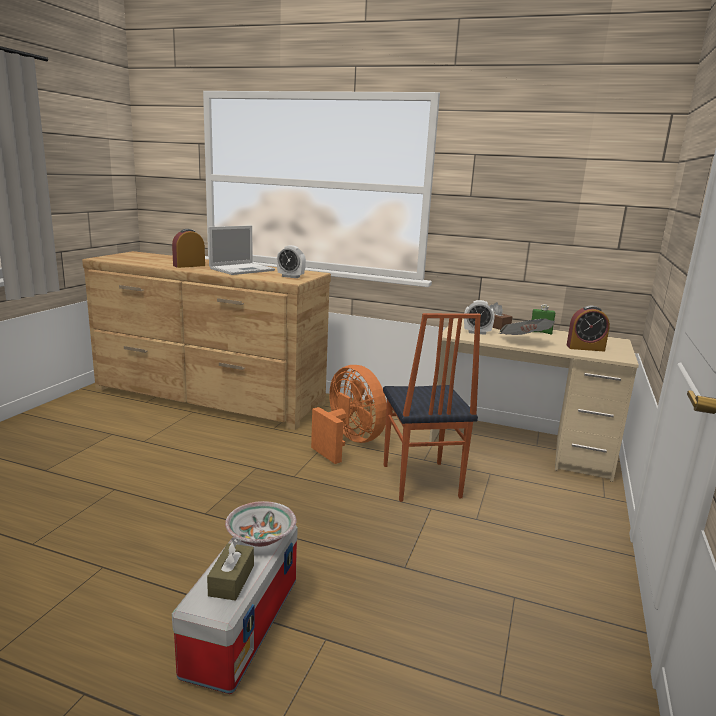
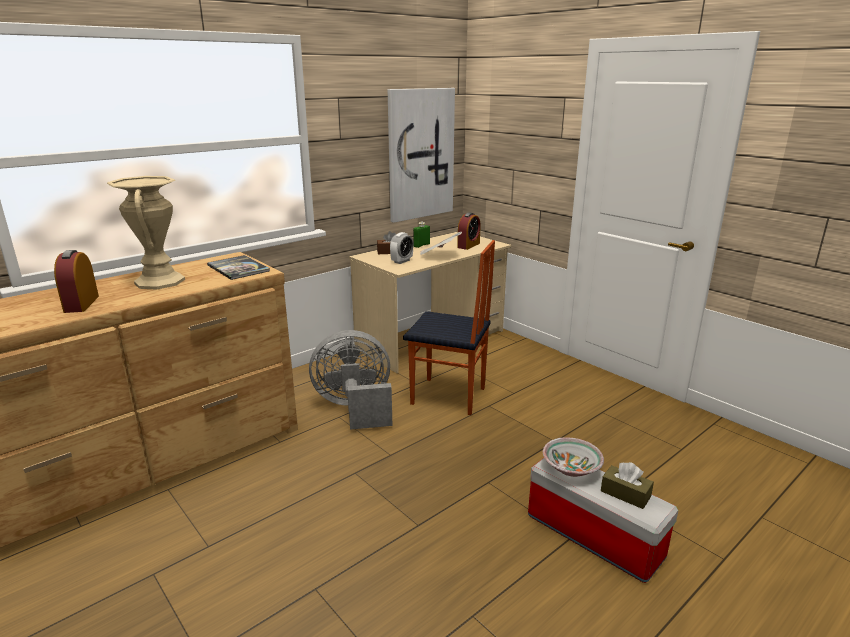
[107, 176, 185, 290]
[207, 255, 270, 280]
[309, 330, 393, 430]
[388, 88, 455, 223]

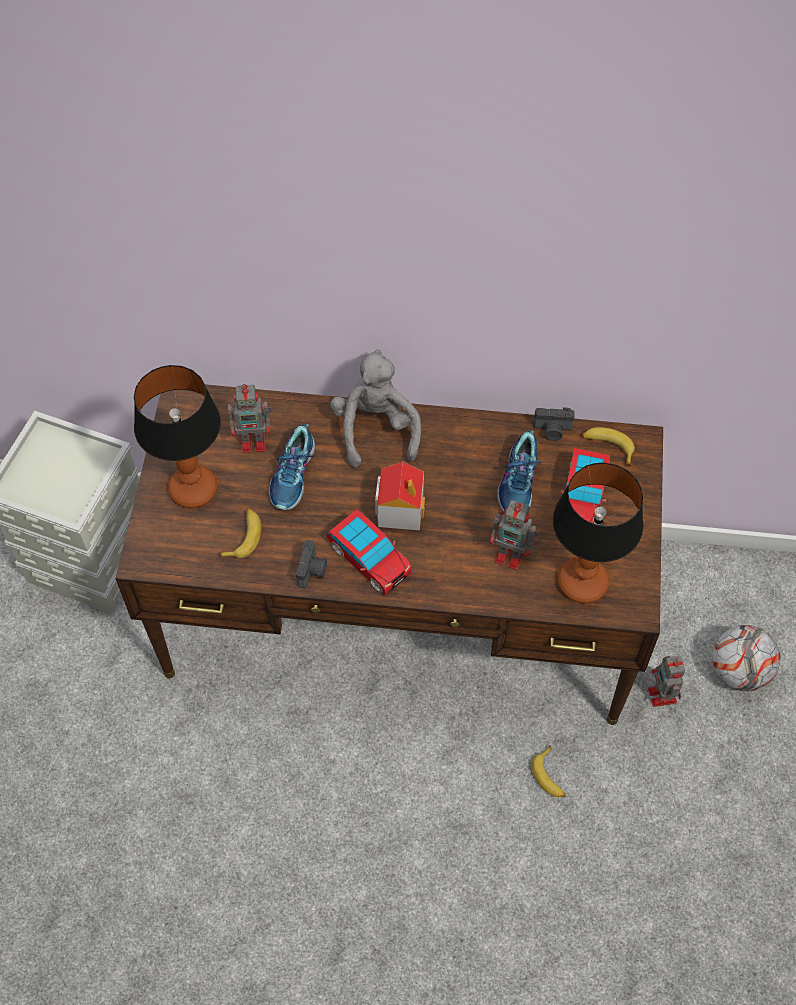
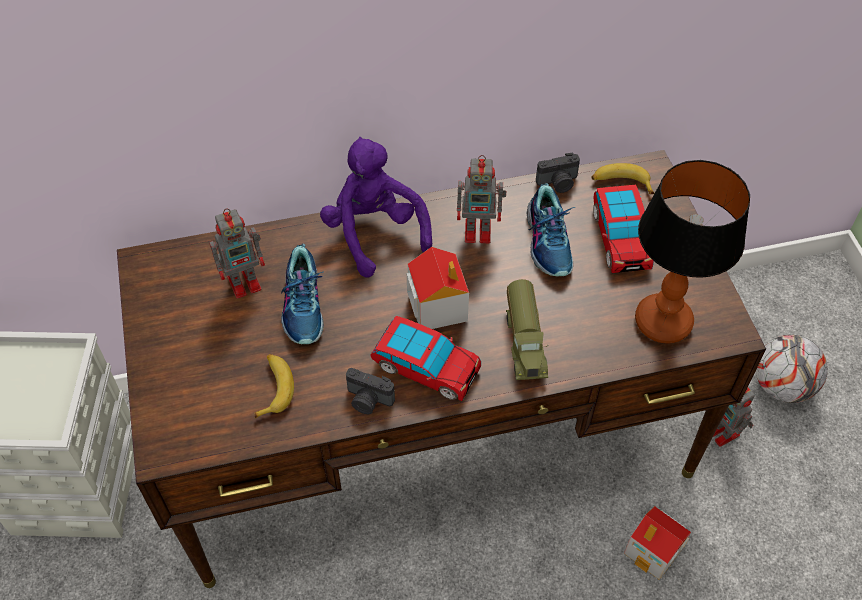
[320, 137, 432, 278]
[134, 365, 221, 509] (first image)
[457, 155, 507, 243]
[346, 368, 395, 414]
[624, 506, 691, 580]
[506, 279, 549, 380]

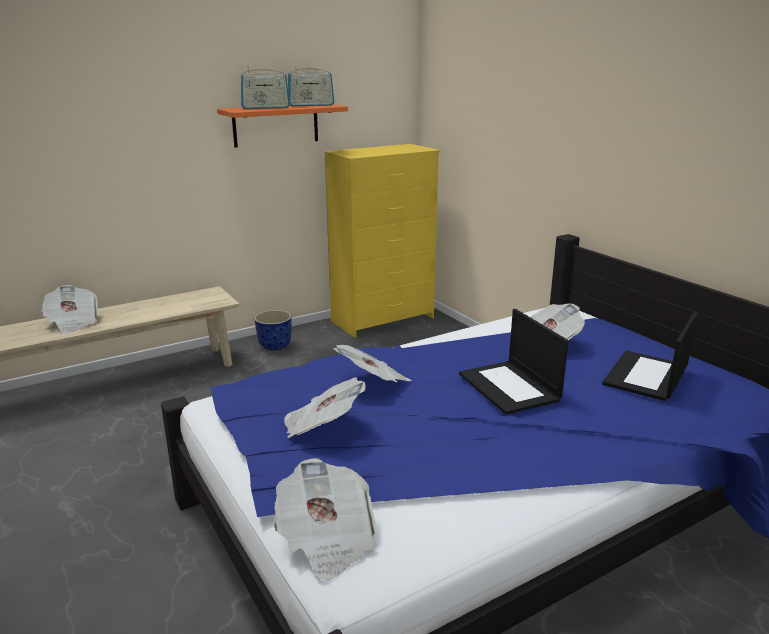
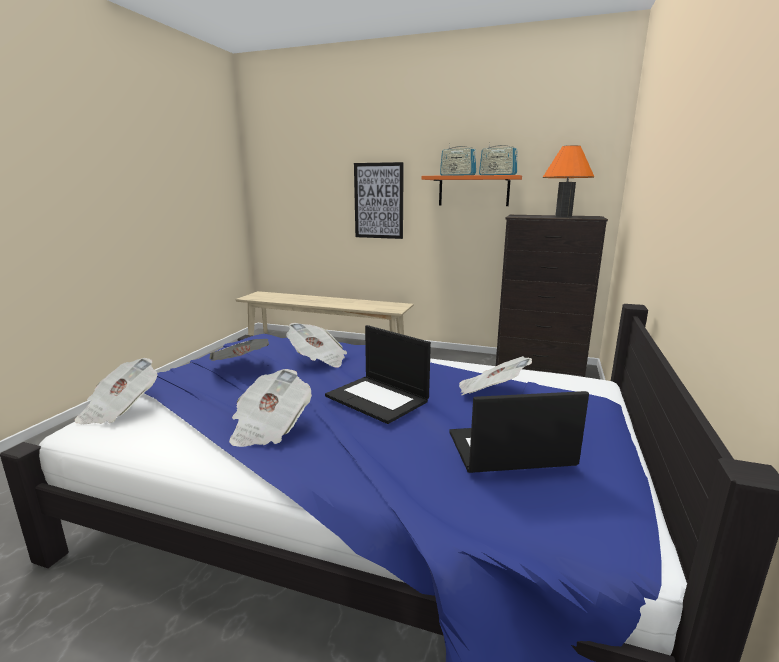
[496, 215, 608, 377]
[229, 369, 312, 447]
[325, 325, 431, 424]
[254, 310, 292, 351] (first image)
[543, 145, 594, 217]
[354, 162, 404, 239]

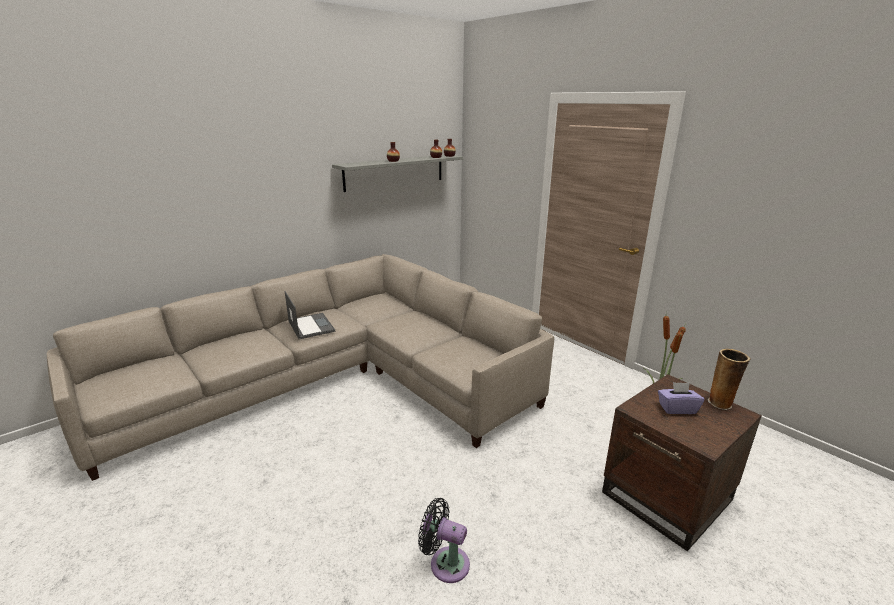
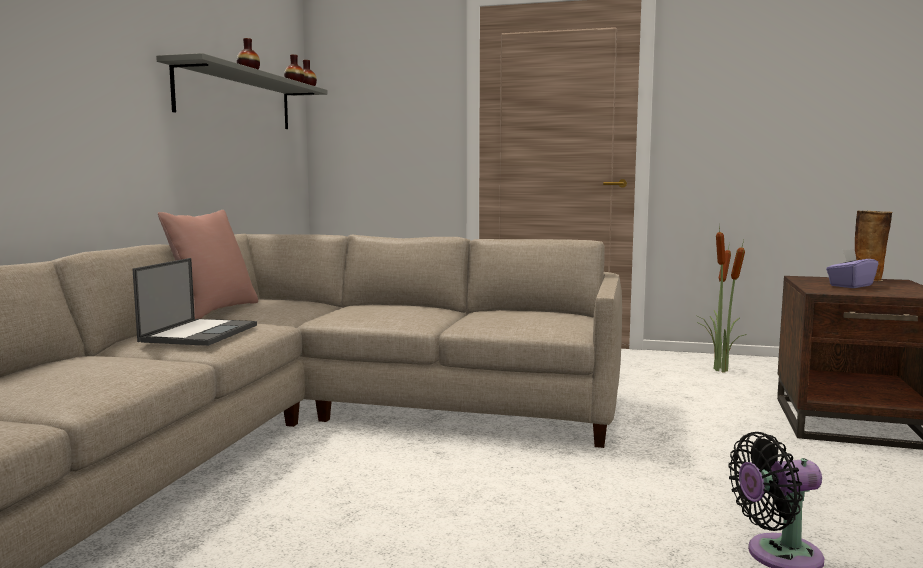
[132, 258, 257, 346]
[158, 210, 258, 319]

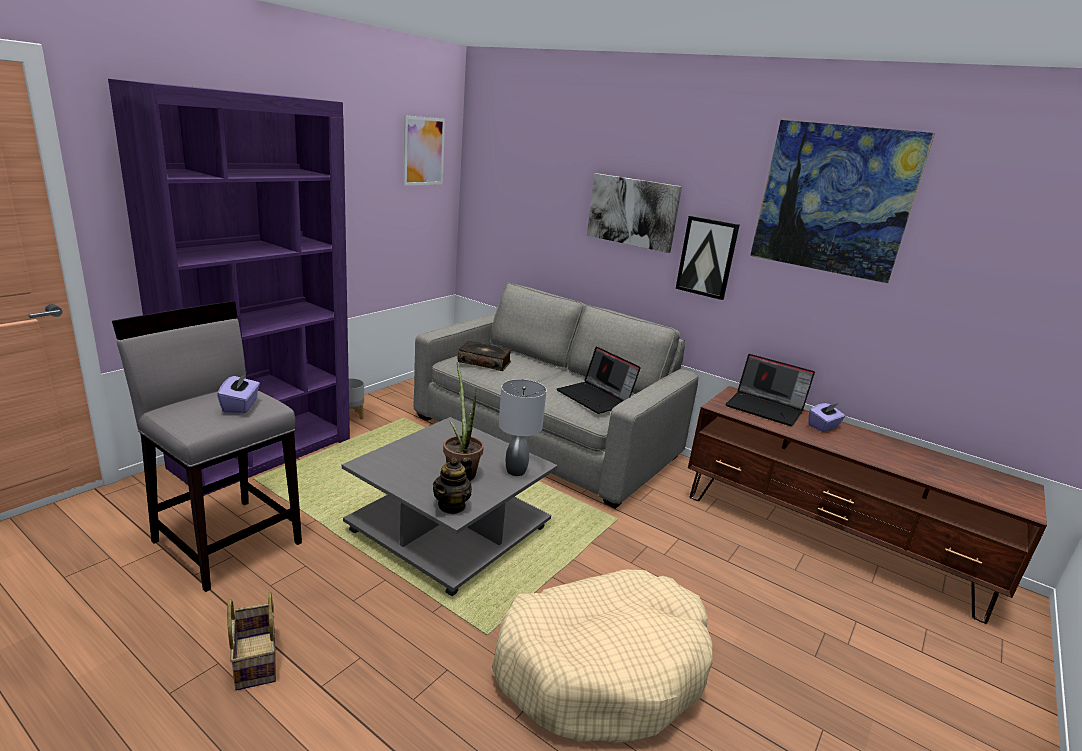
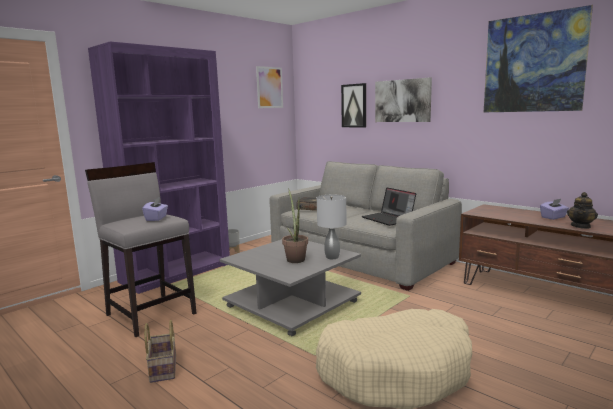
[341, 83, 366, 127]
[726, 354, 815, 426] (first image)
[567, 192, 598, 229]

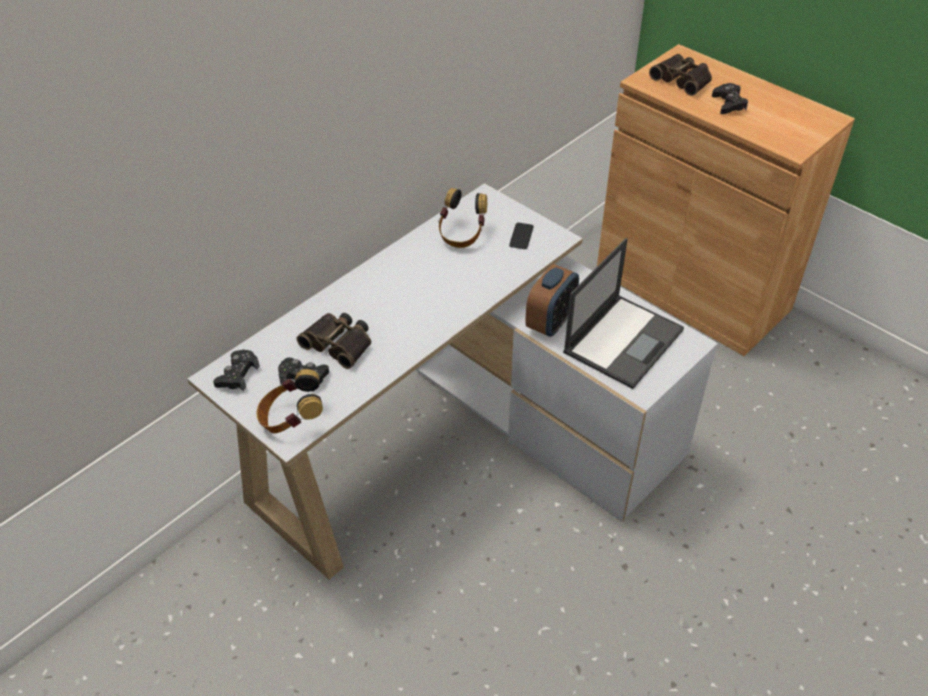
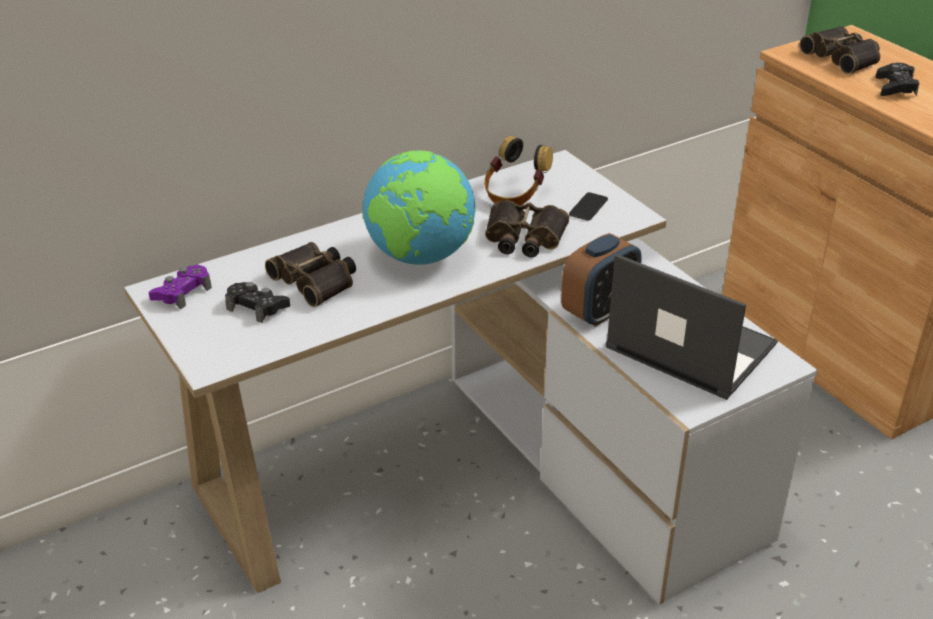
[606, 254, 778, 400]
[149, 264, 212, 310]
[256, 369, 323, 433] (first image)
[363, 150, 476, 265]
[485, 200, 569, 257]

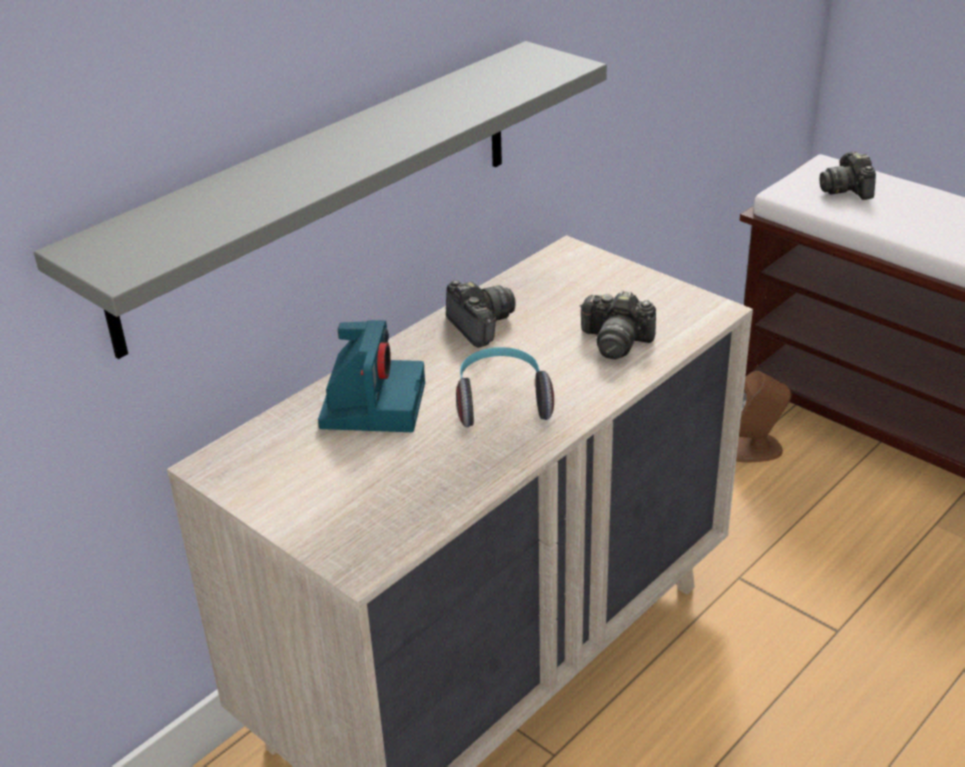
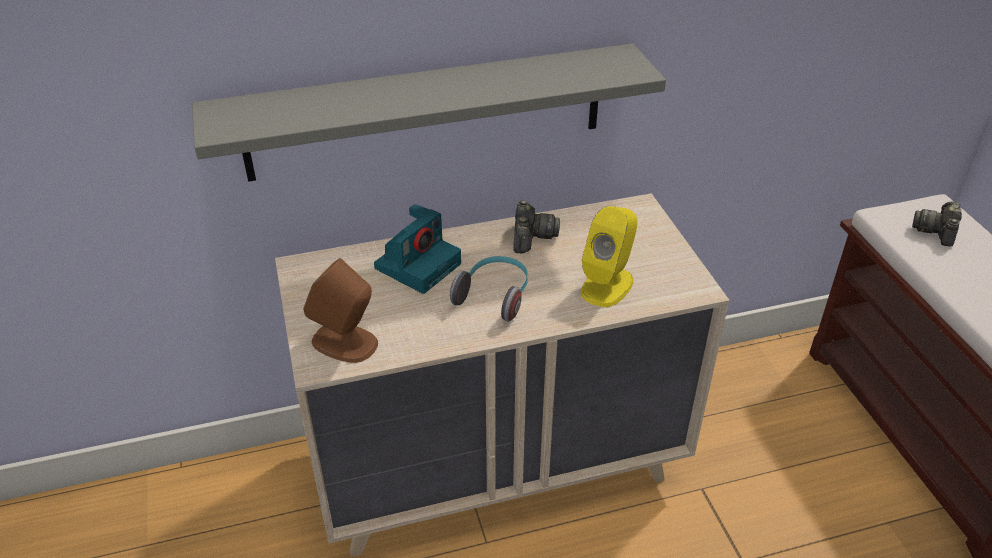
[581, 206, 637, 307]
[303, 258, 378, 363]

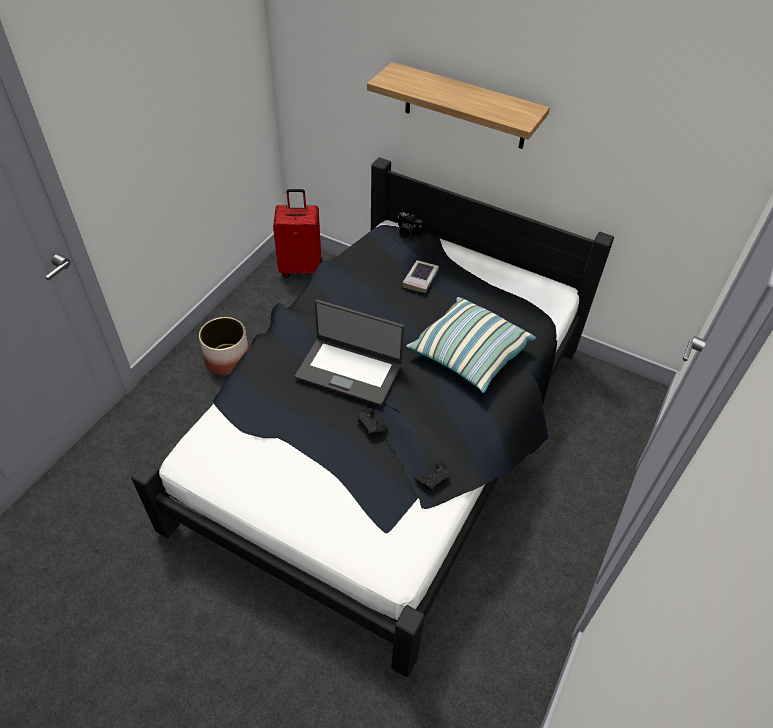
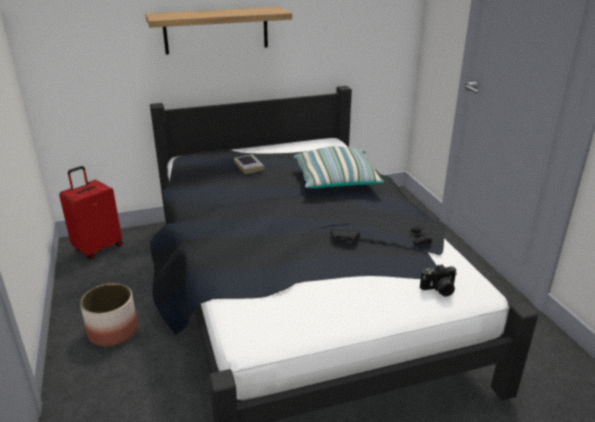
[420, 264, 457, 296]
[295, 300, 404, 405] (first image)

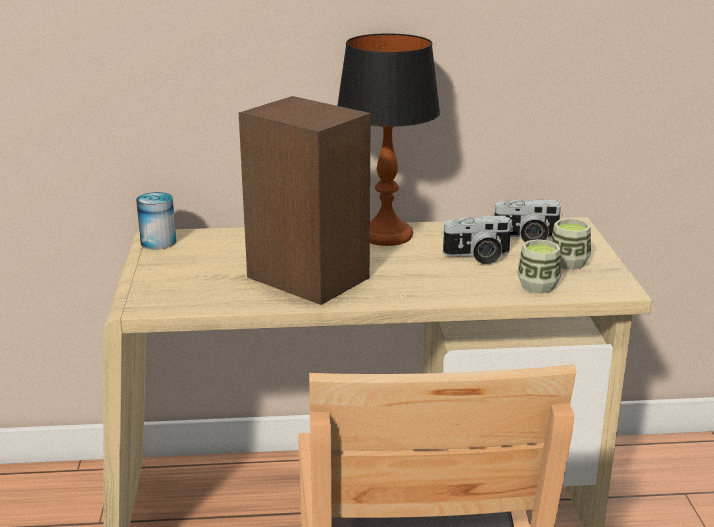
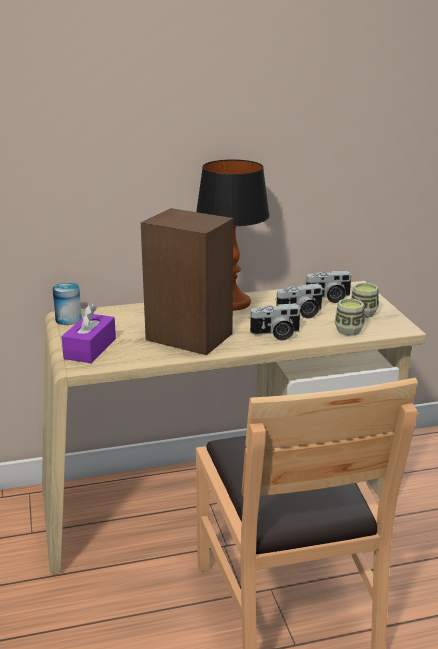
[61, 303, 116, 363]
[249, 303, 302, 341]

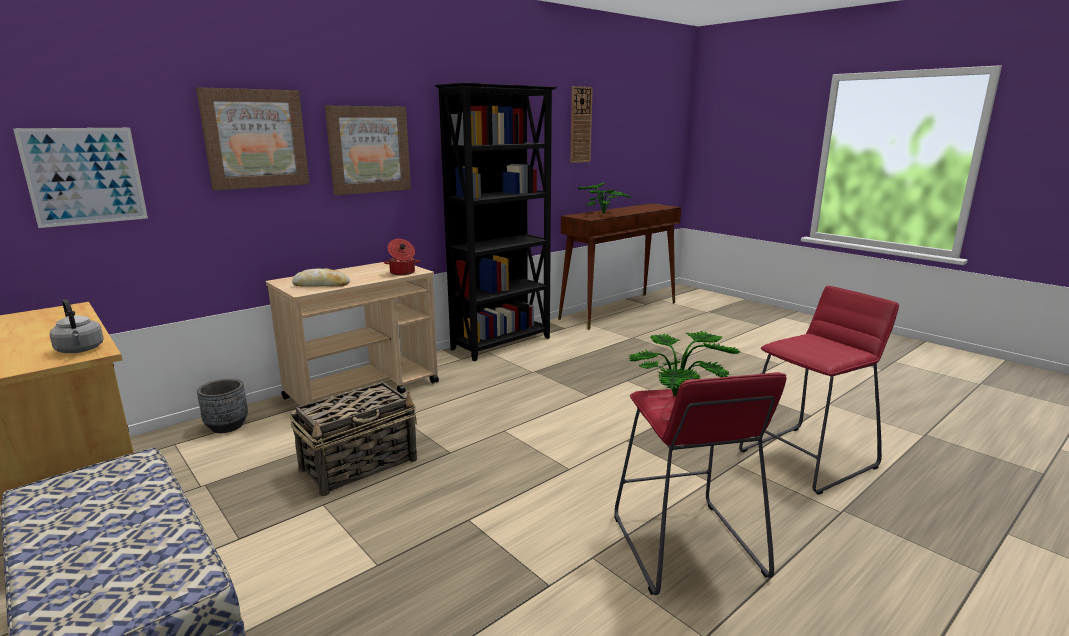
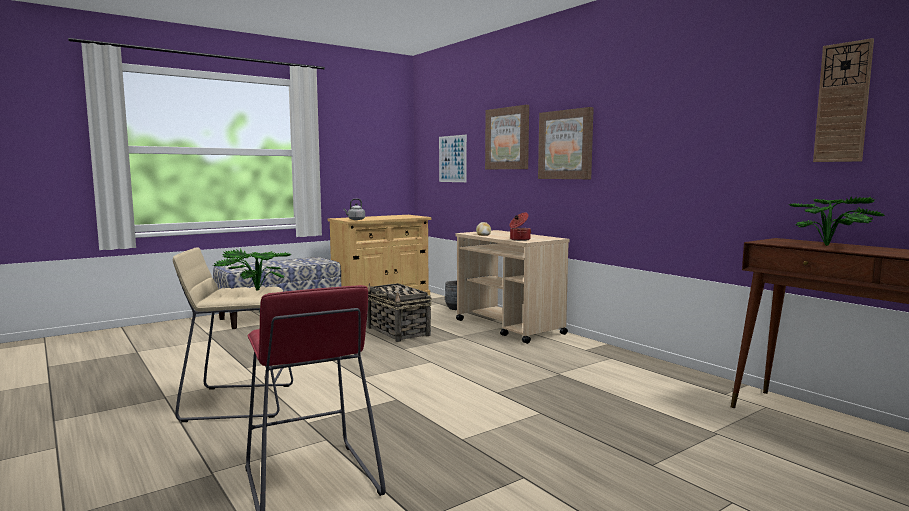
[435, 83, 557, 361] (first image)
[173, 247, 293, 422]

